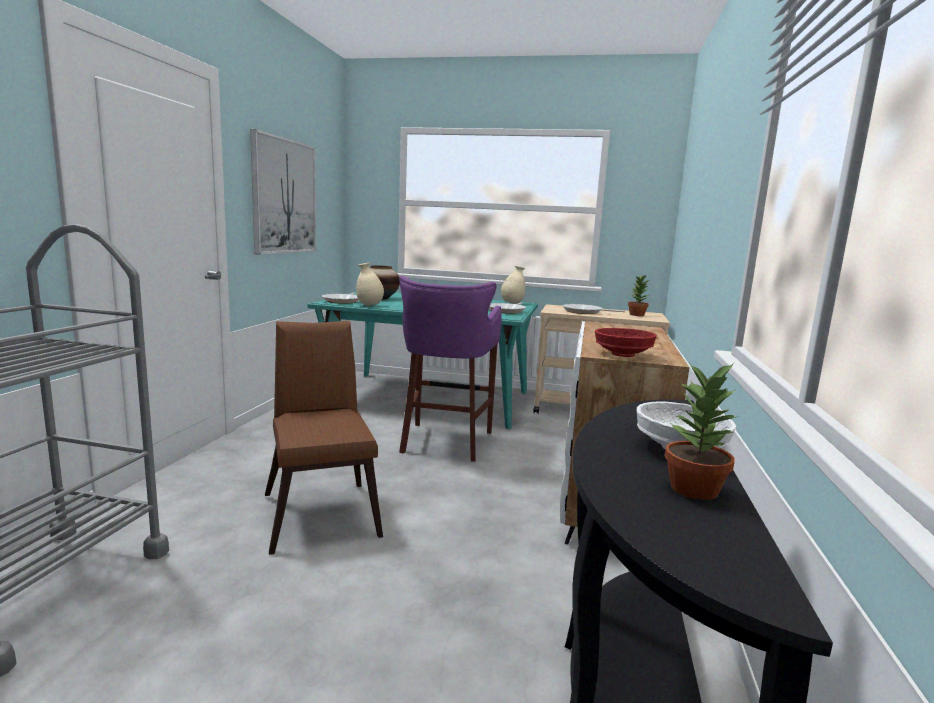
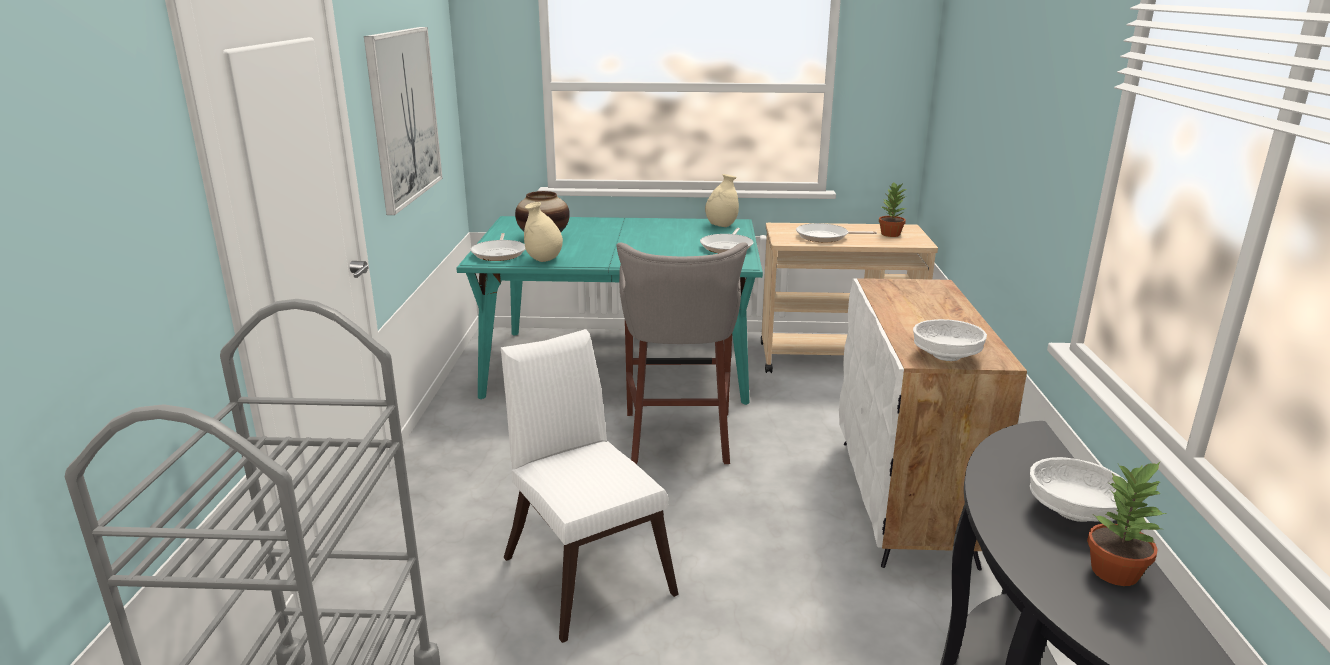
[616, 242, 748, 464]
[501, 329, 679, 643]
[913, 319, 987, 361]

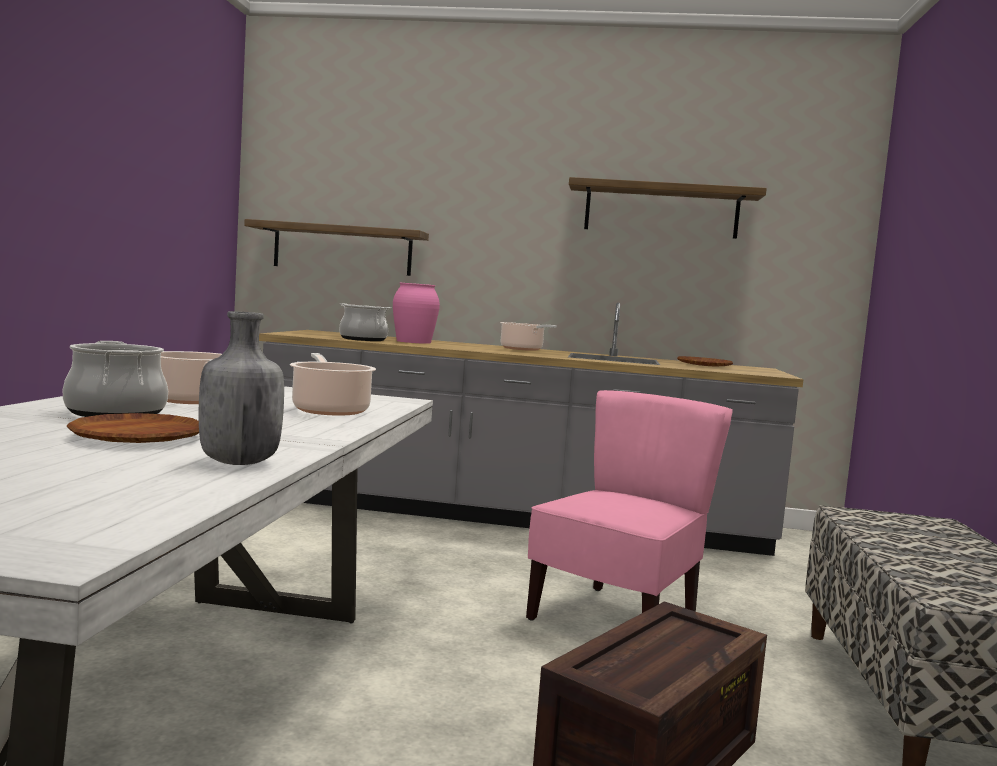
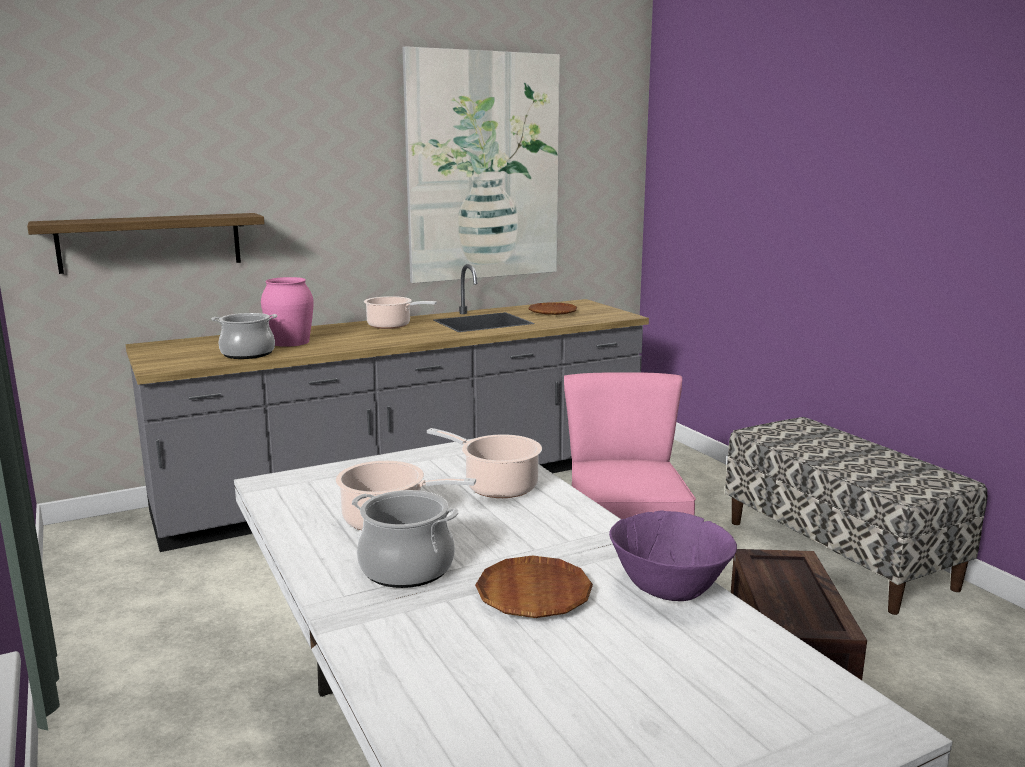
[402, 46, 560, 283]
[609, 511, 737, 601]

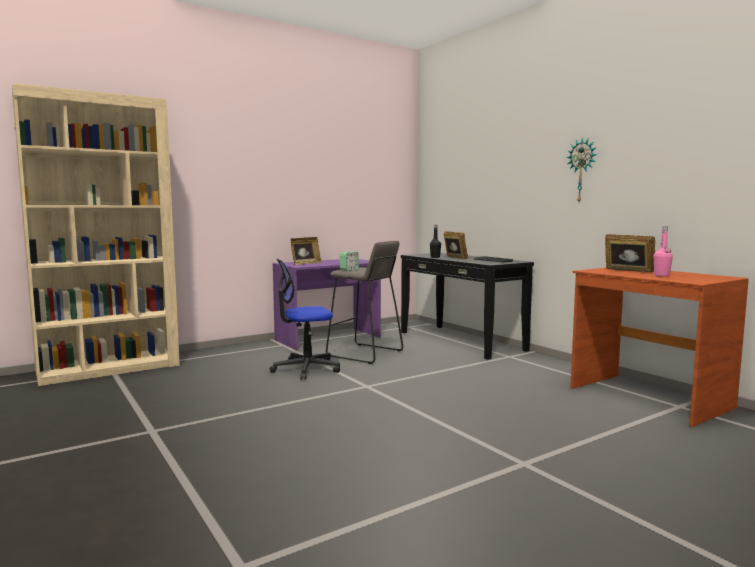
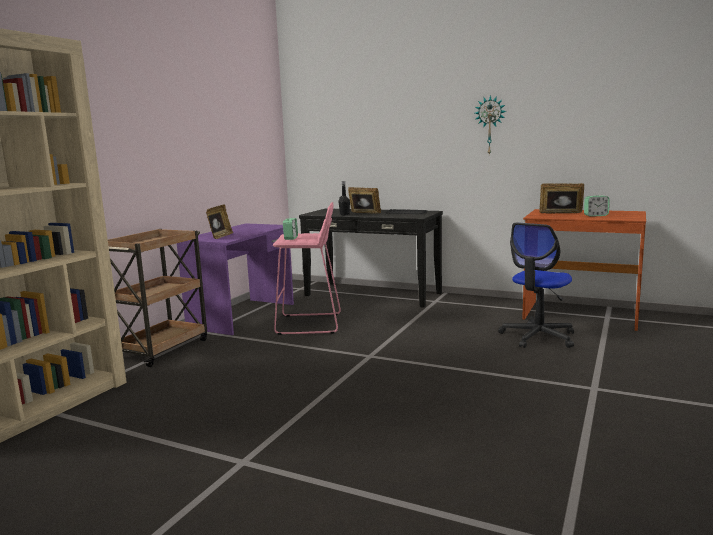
[584, 196, 610, 217]
[273, 202, 341, 335]
[498, 222, 574, 348]
[108, 229, 207, 367]

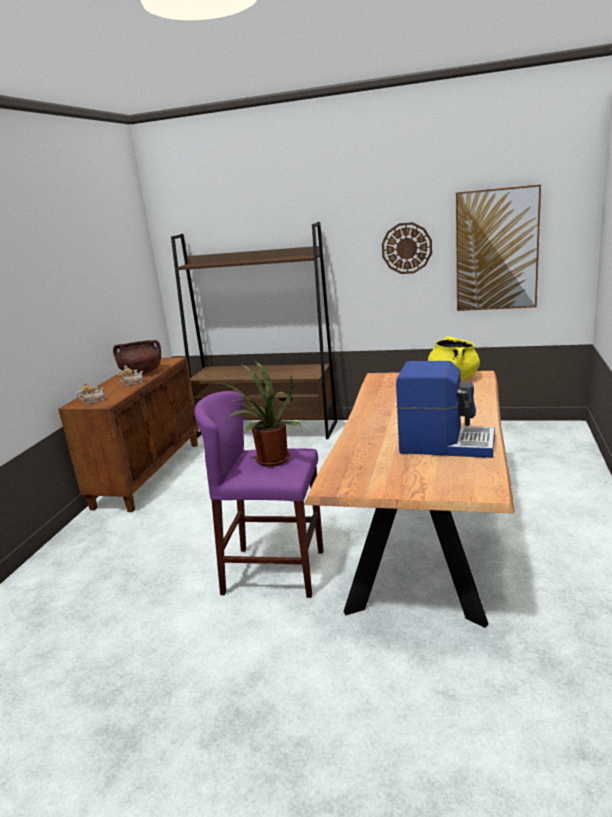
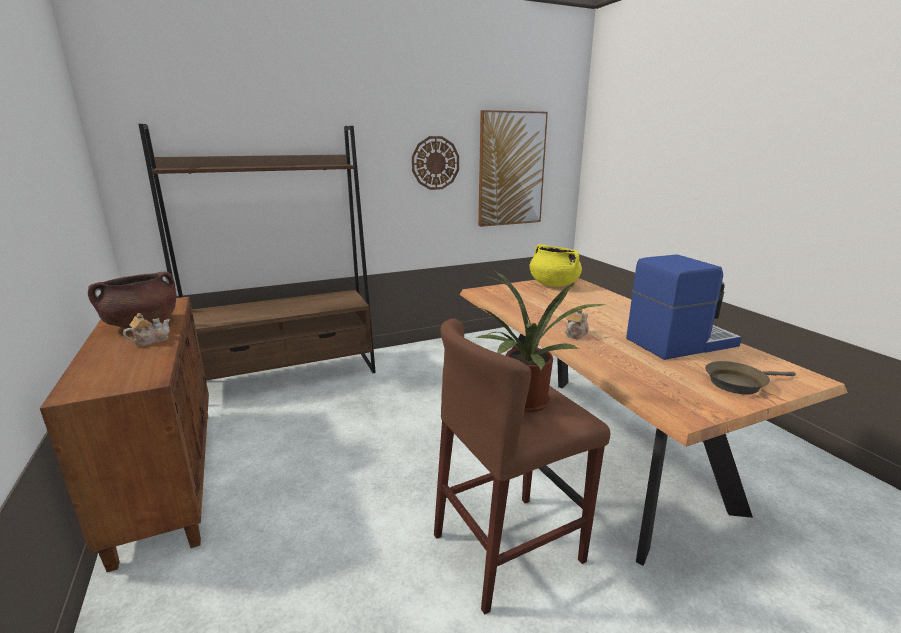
[565, 310, 589, 339]
[434, 319, 610, 615]
[705, 361, 796, 395]

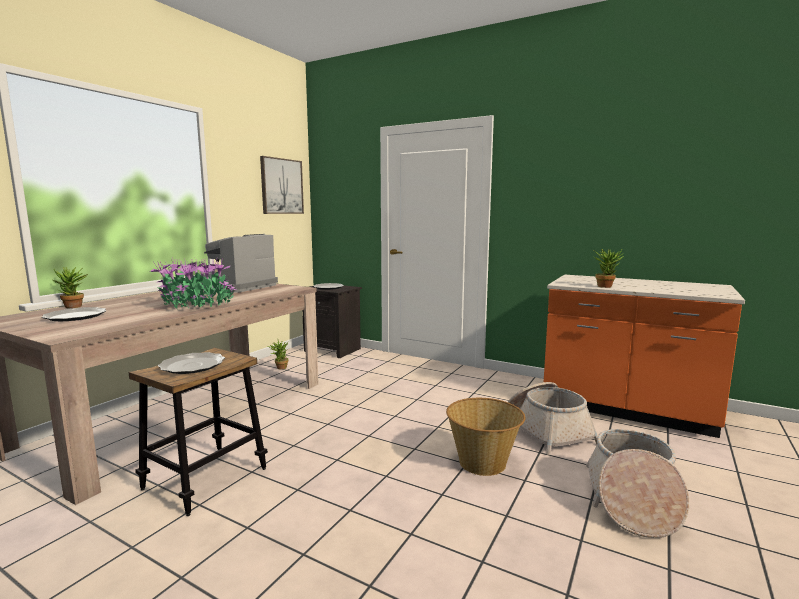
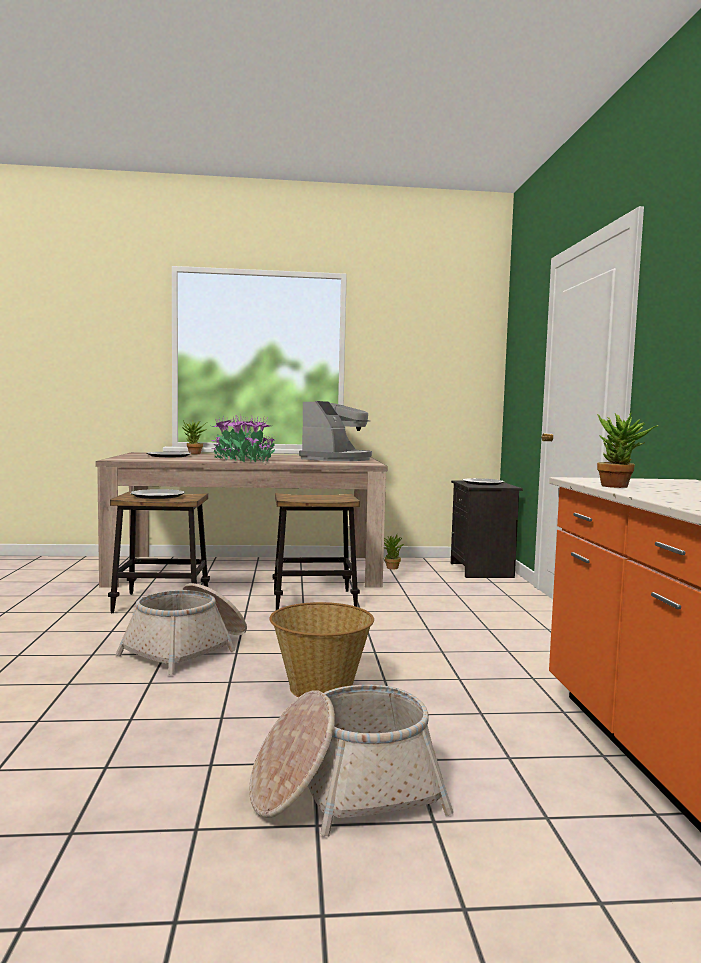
[260, 156, 304, 214] (first image)
[299, 401, 372, 461]
[115, 583, 247, 675]
[273, 493, 360, 610]

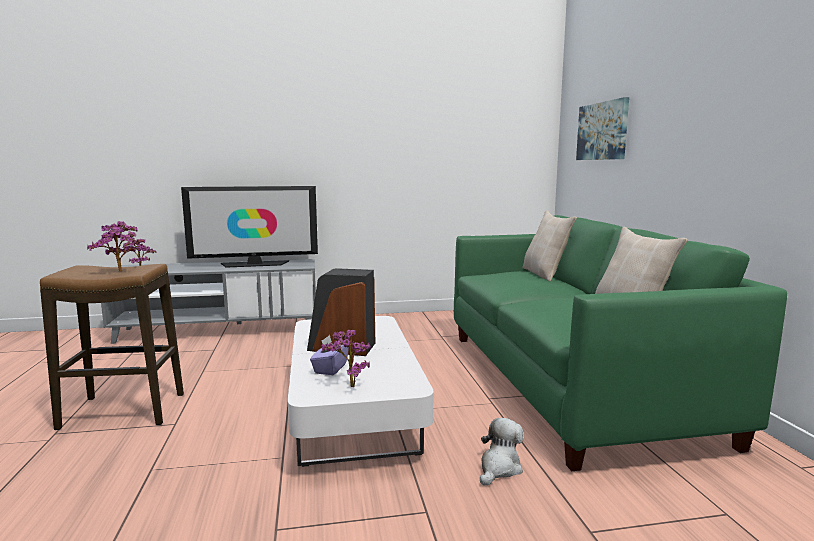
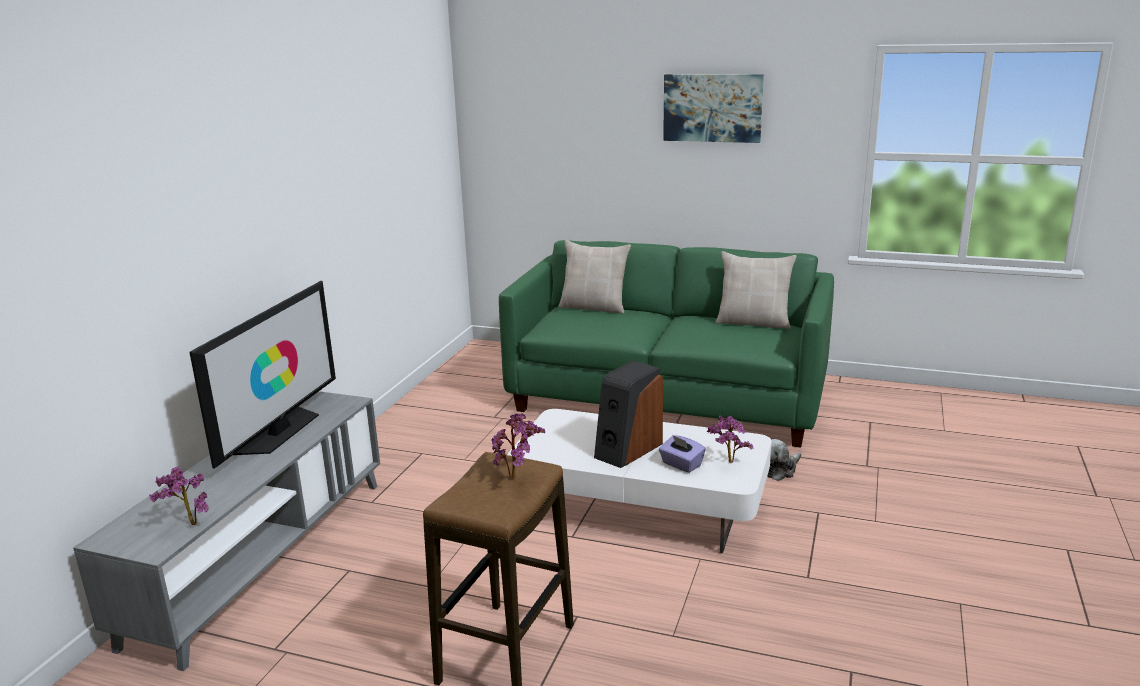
[663, 74, 764, 143]
[767, 439, 801, 481]

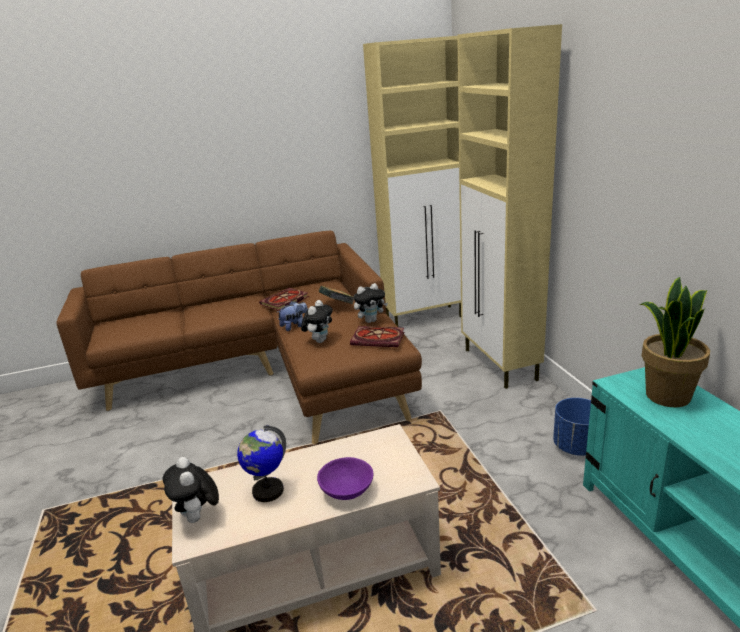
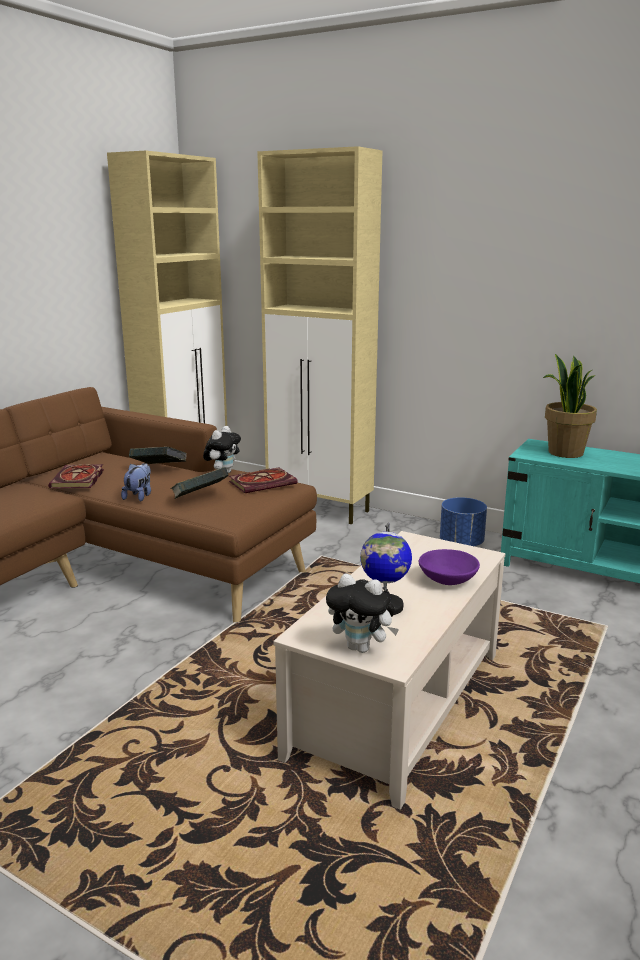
[170, 467, 229, 499]

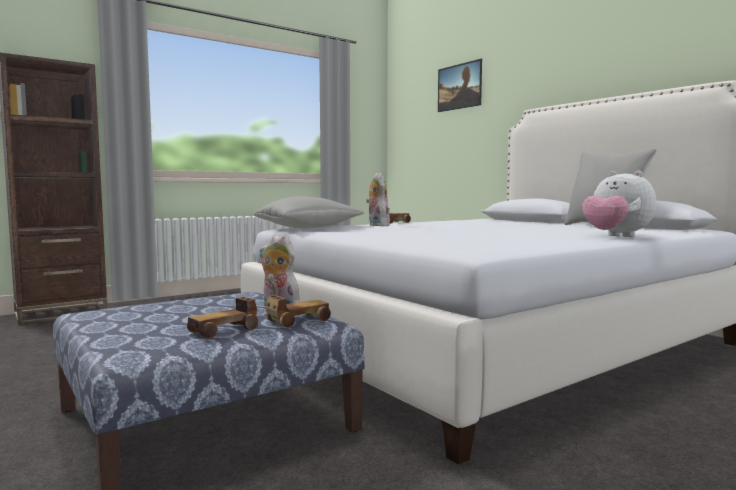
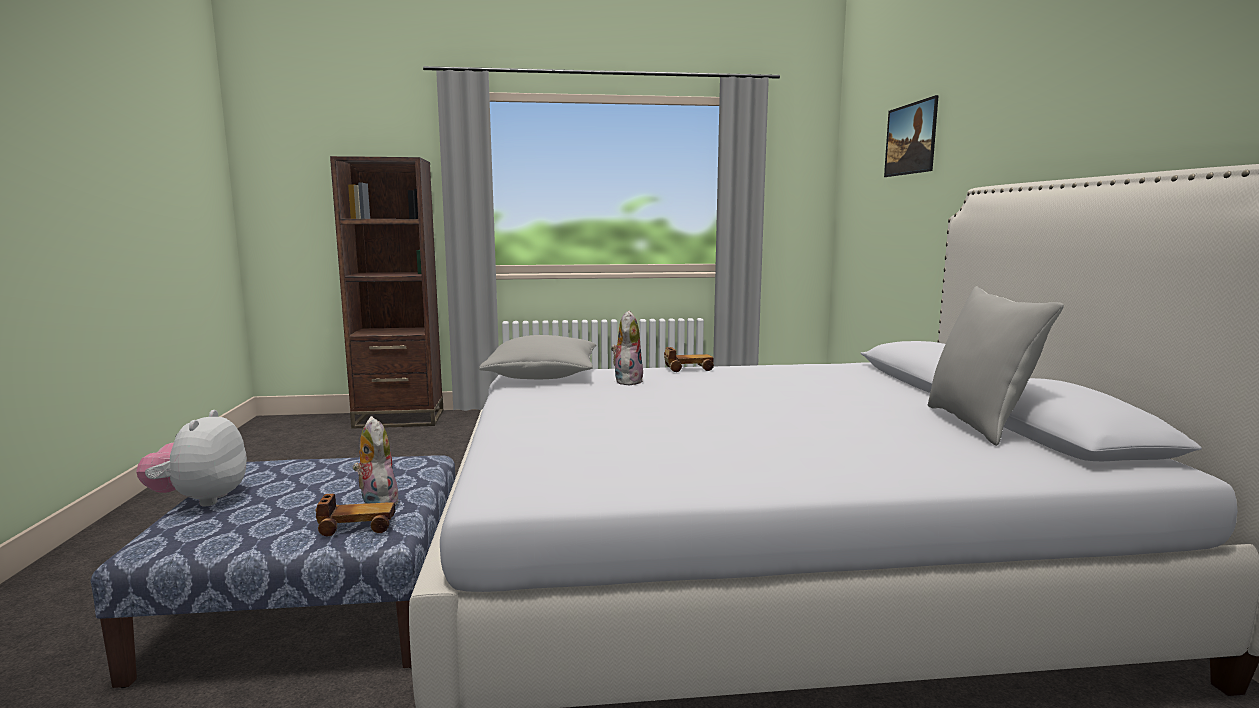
[136, 410, 247, 506]
[187, 297, 258, 339] (first image)

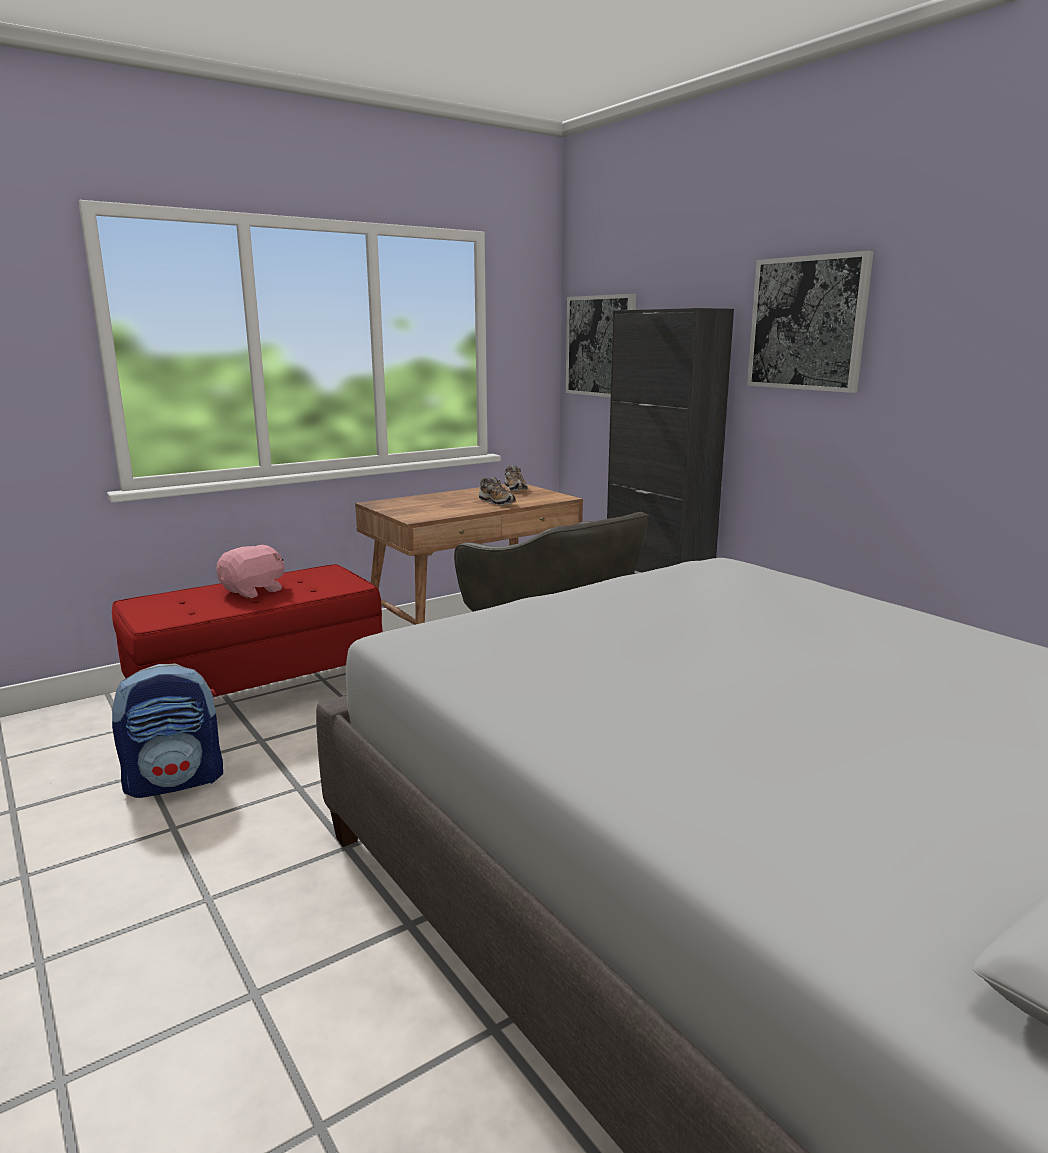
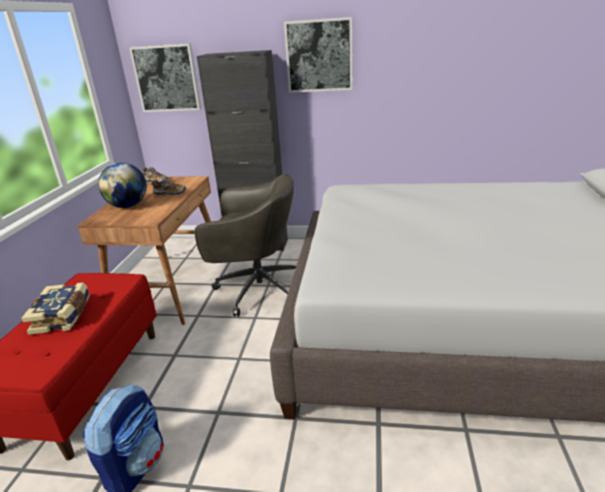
[21, 282, 90, 335]
[98, 163, 147, 208]

